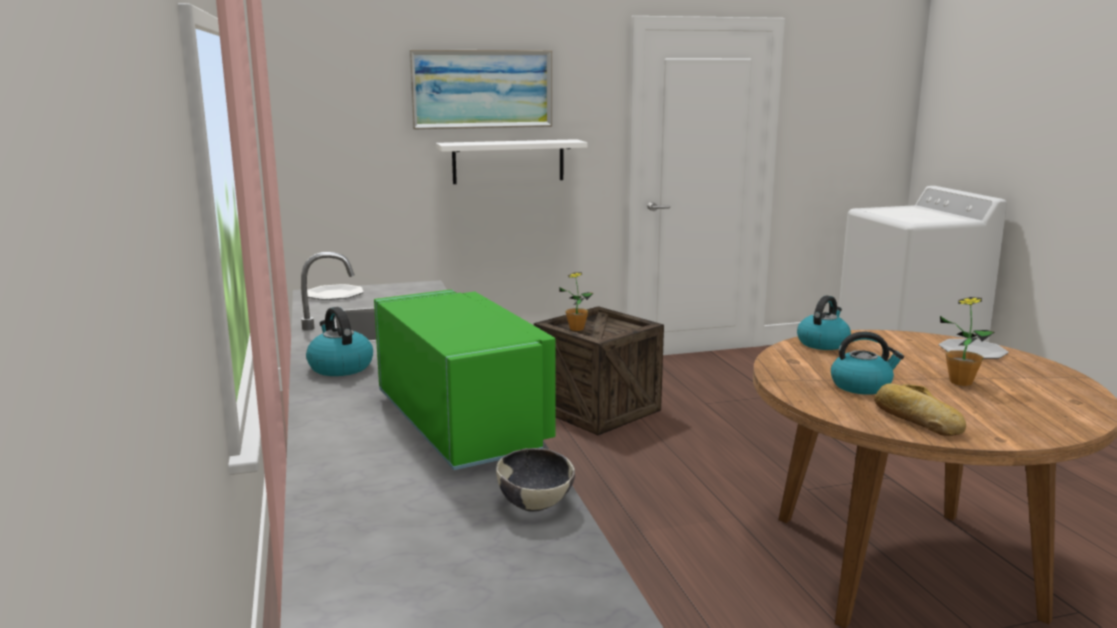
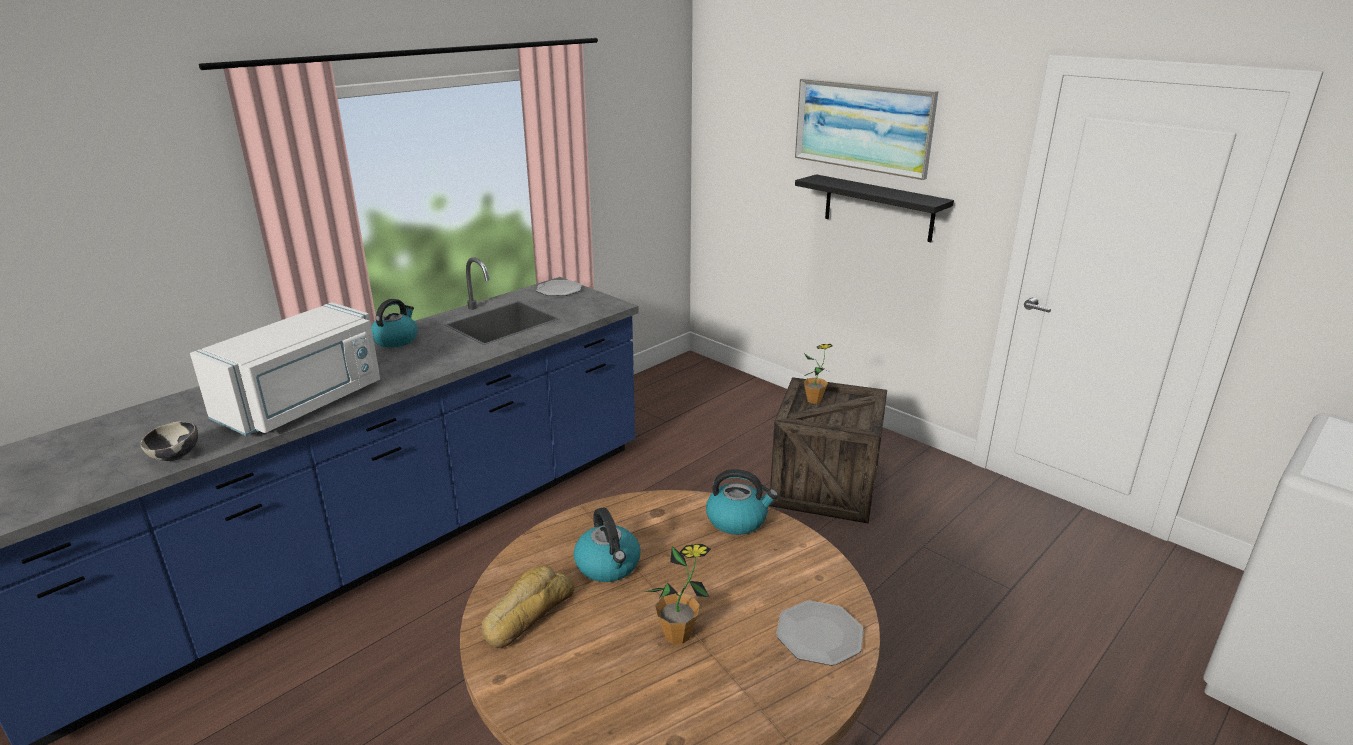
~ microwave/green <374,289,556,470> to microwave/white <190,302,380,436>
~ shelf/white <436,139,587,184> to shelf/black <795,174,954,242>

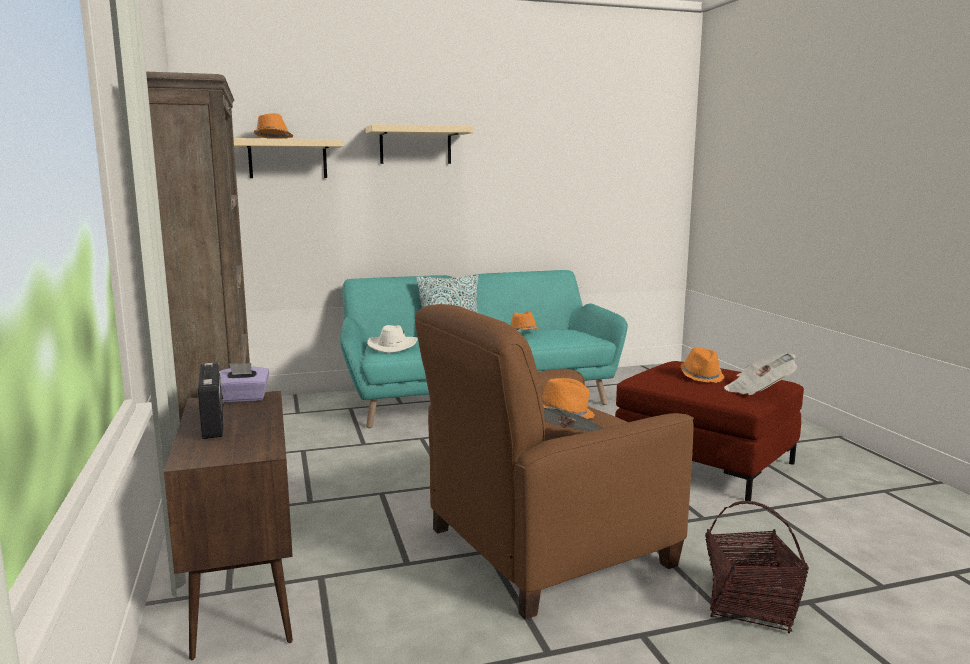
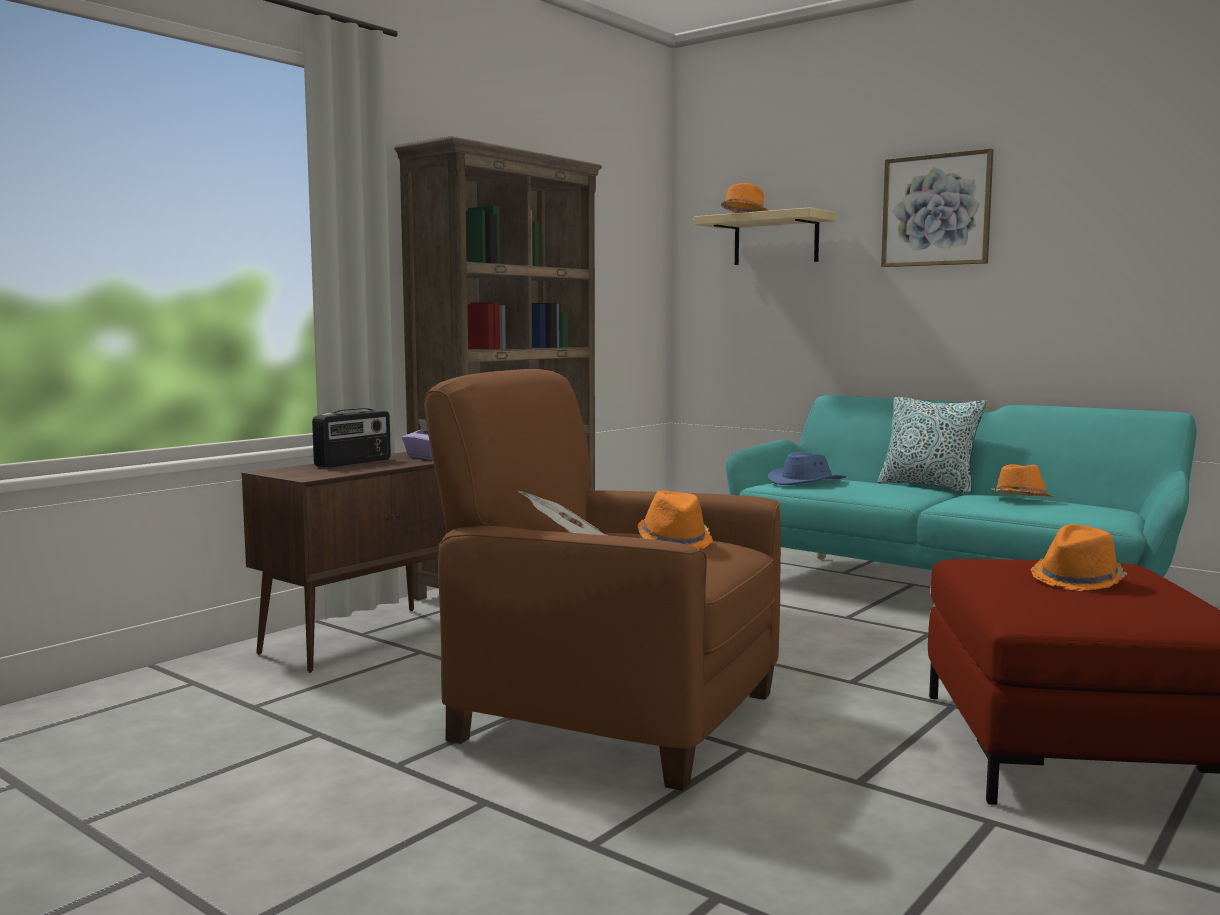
~ hat/white <367,325,418,353> to hat/blue <768,452,846,485>
~ shelf/beige <366,124,474,164> to picture <881,148,993,267>
- basket <705,501,809,633>
- newspaper <724,353,797,395>

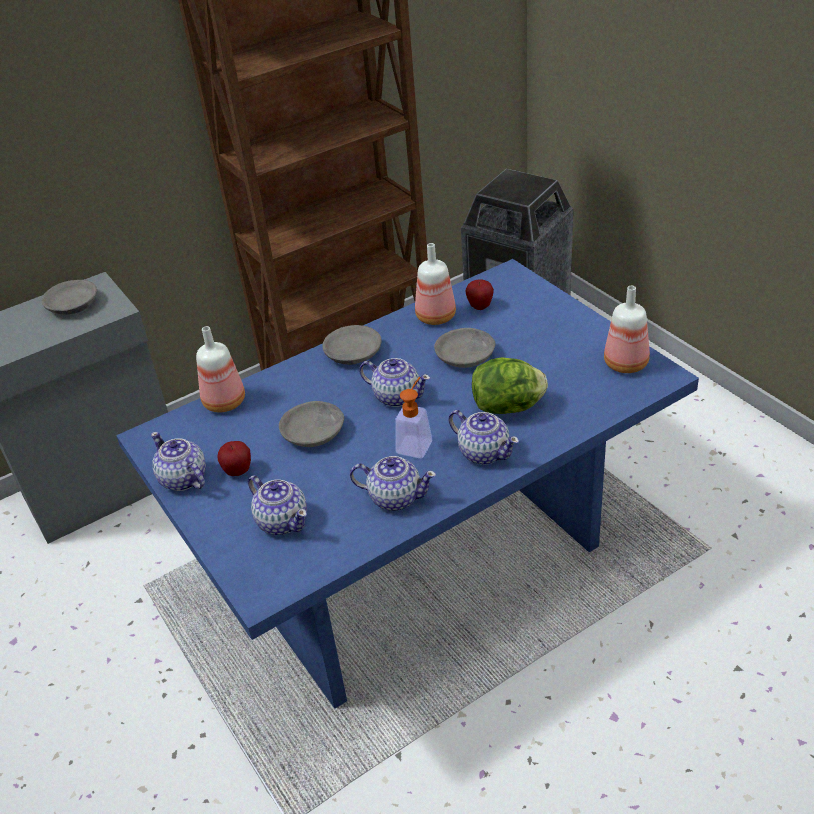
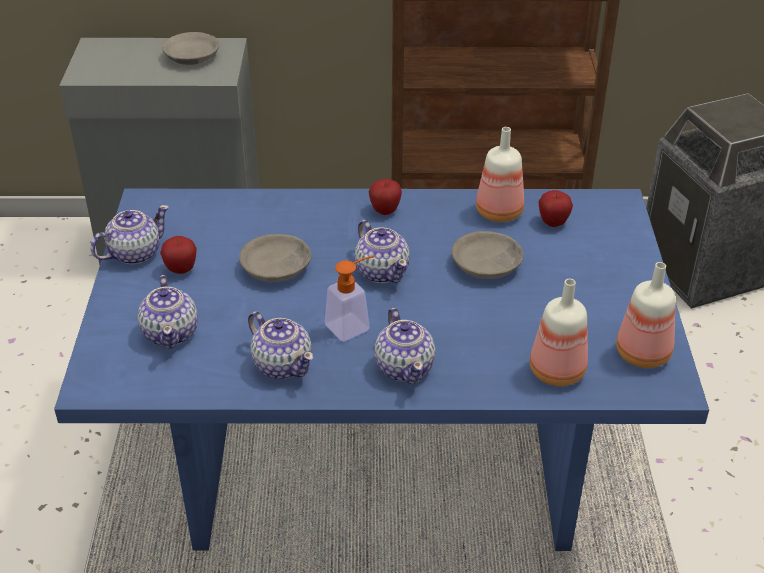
~ teapot <151,432,206,491> = <91,205,169,265> 60 degrees clockwise
~ bowl/grey <322,325,381,365> to apple <368,179,402,215>
~ bottle <196,326,245,412> to <530,279,588,386>
- lettuce <472,357,548,414>

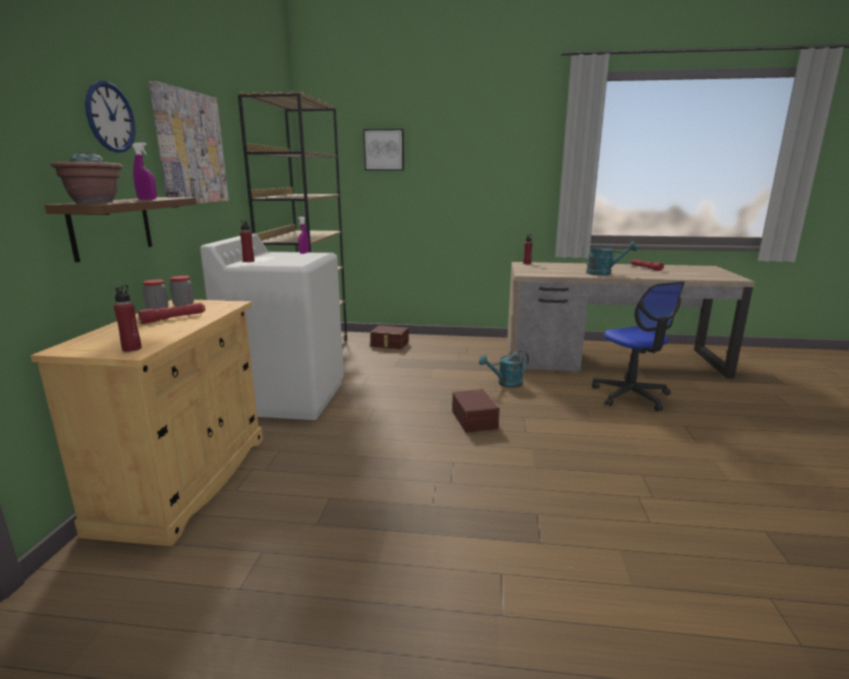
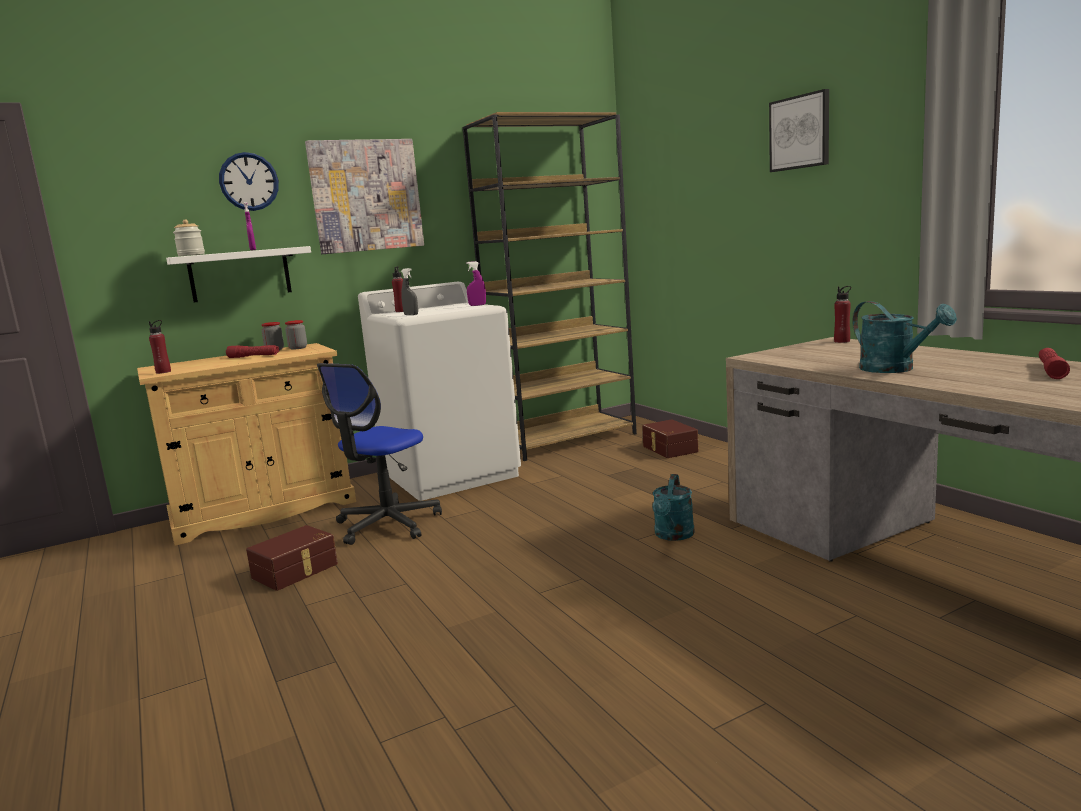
~ shelf/brown <45,197,197,263> to shelf/white <166,246,311,302>
~ potted plant <50,151,123,203> to jar <173,219,205,256>
~ storage box/brown <452,389,500,433> to <246,525,338,591>
~ office chair <592,281,685,411> to <317,363,442,545>
+ spray bottle/grey <401,268,418,315>
~ watering can/turquoise <479,351,529,388> = <652,474,695,541> 105 degrees counterclockwise
~ picture <363,129,404,170> to <769,89,829,172>

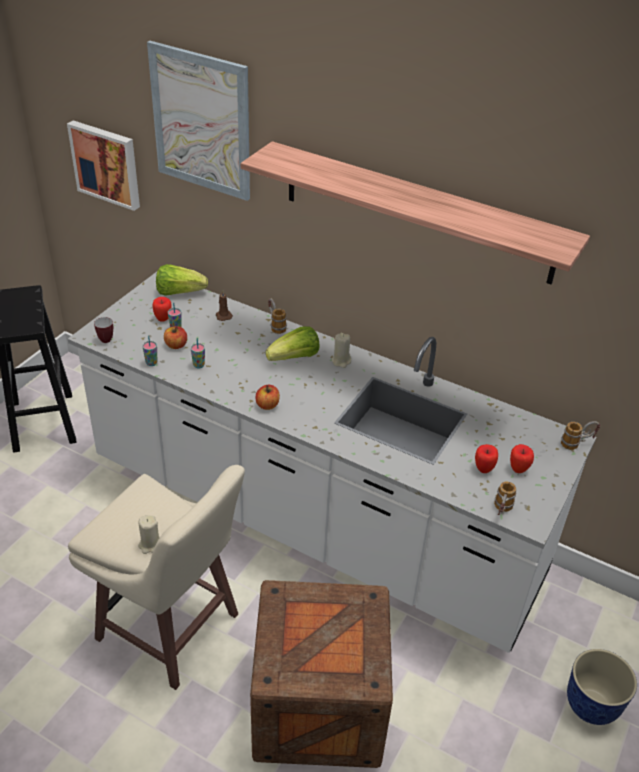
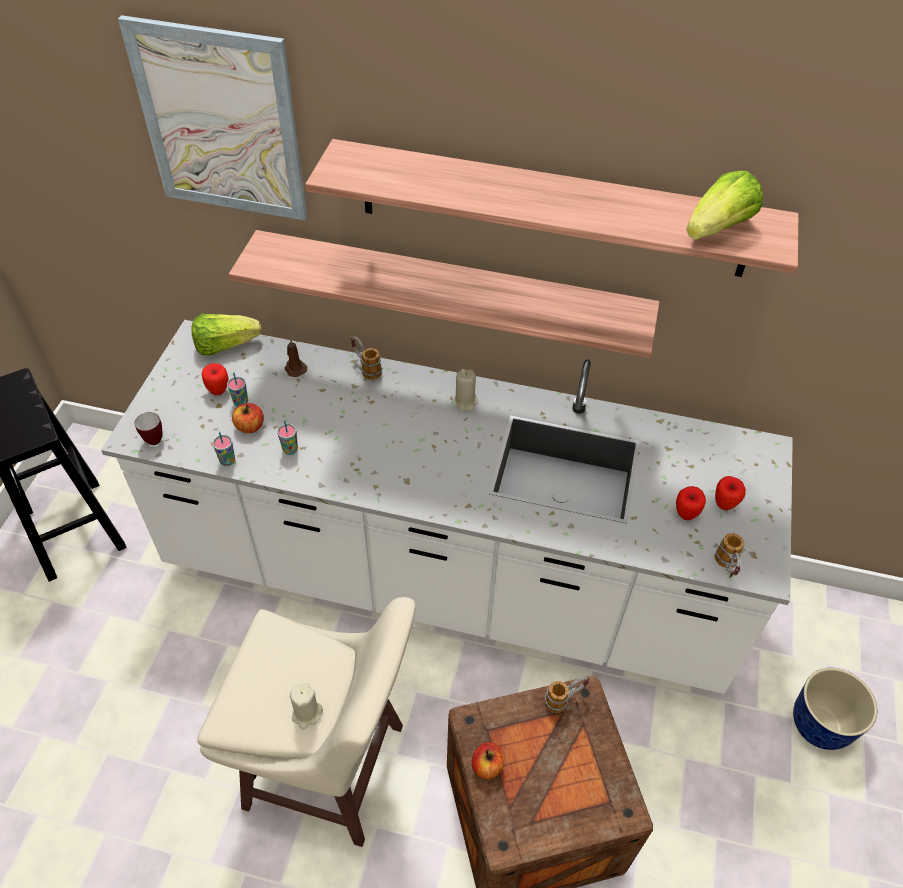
+ shelf <229,230,660,358>
~ apple <256,385,280,410> to <472,742,504,779>
~ mug <561,421,600,450> to <545,677,590,713>
~ lettuce <266,327,320,361> to <686,171,763,240>
- picture <67,120,140,211>

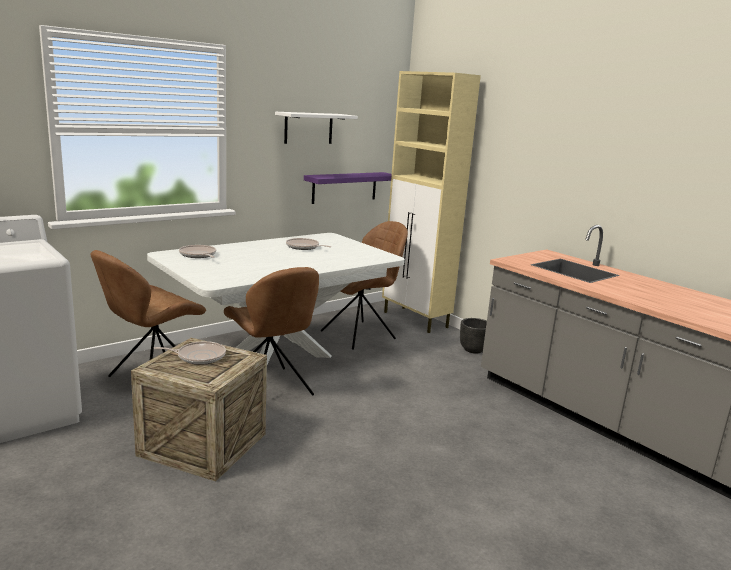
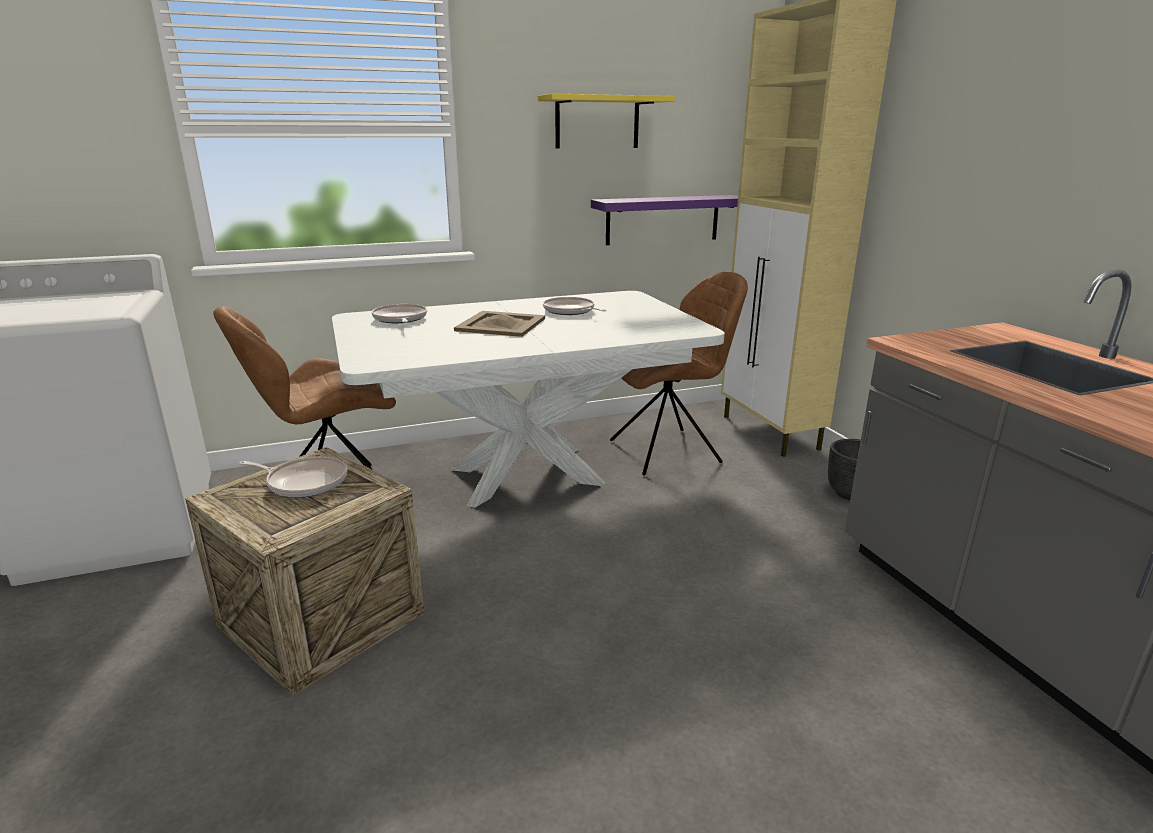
+ tray/beige <454,311,545,337>
~ shelf/white <275,112,358,144> to shelf/yellow <538,94,675,149>
- chair/brown <224,267,319,395>

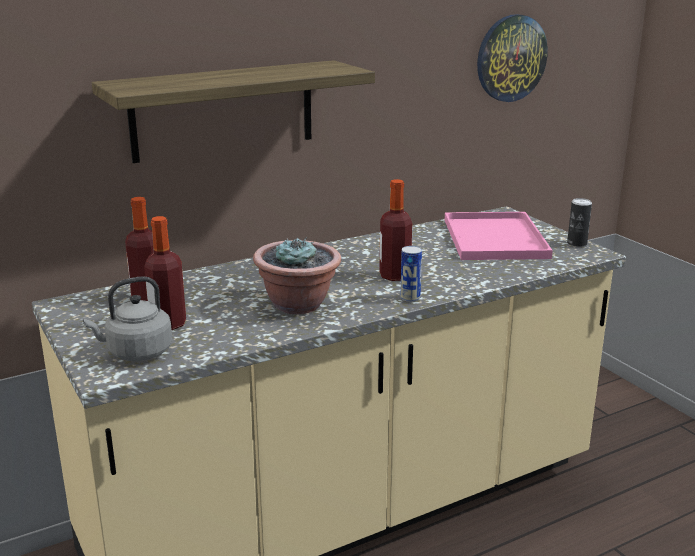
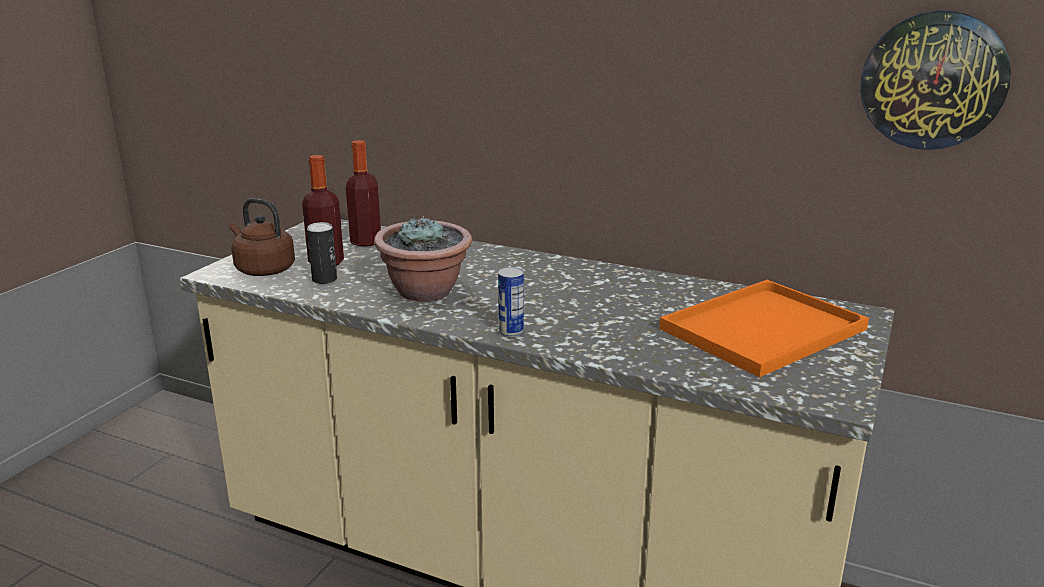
~ kettle/grey <83,276,172,361> to kettle/brown <229,198,295,276>
~ can <567,198,592,247> to <307,222,337,284>
~ tray/pink <445,212,553,260> to tray/orange <659,280,869,377>
- shelf <92,60,375,163>
- bottle <379,179,412,281>

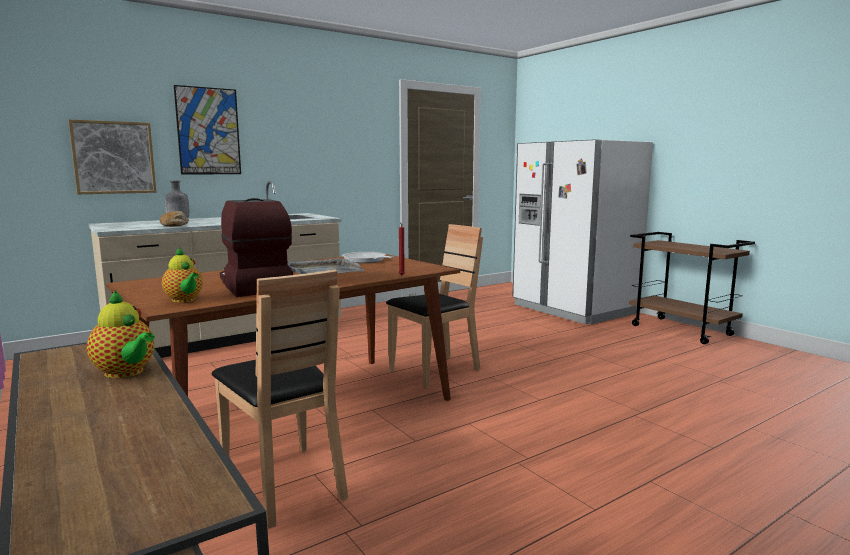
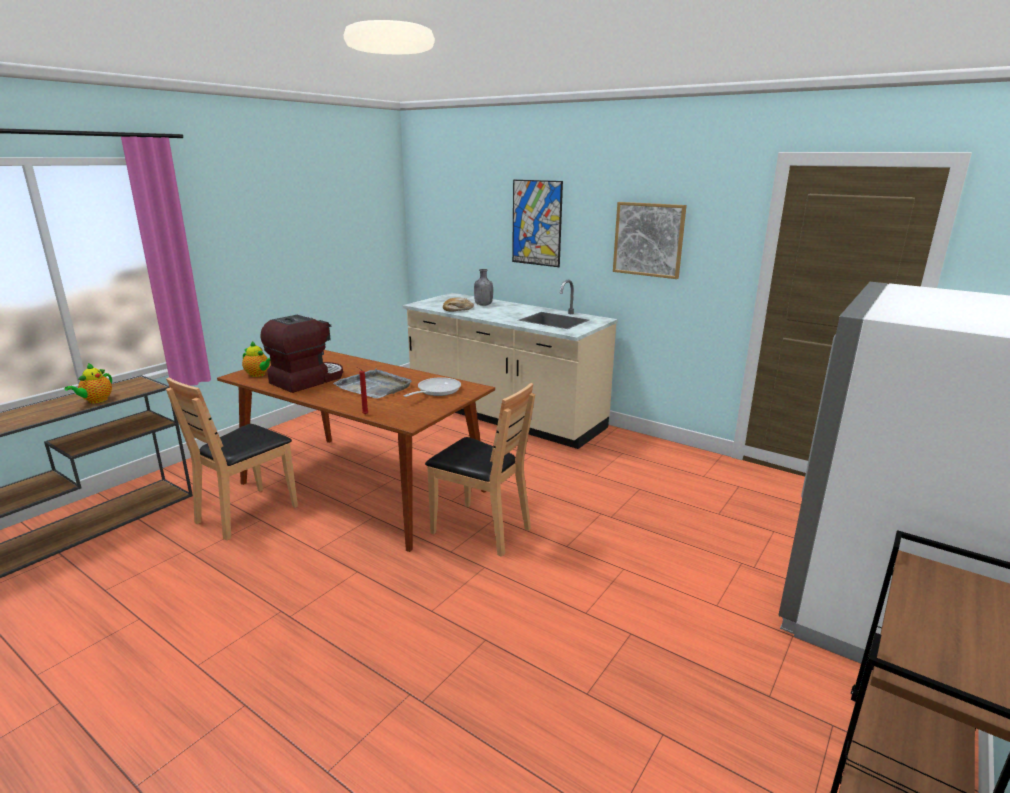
~ teapot <162,247,203,303> = <242,341,270,377> 90 degrees counterclockwise
~ picture <68,119,156,194> to <613,202,687,279>

